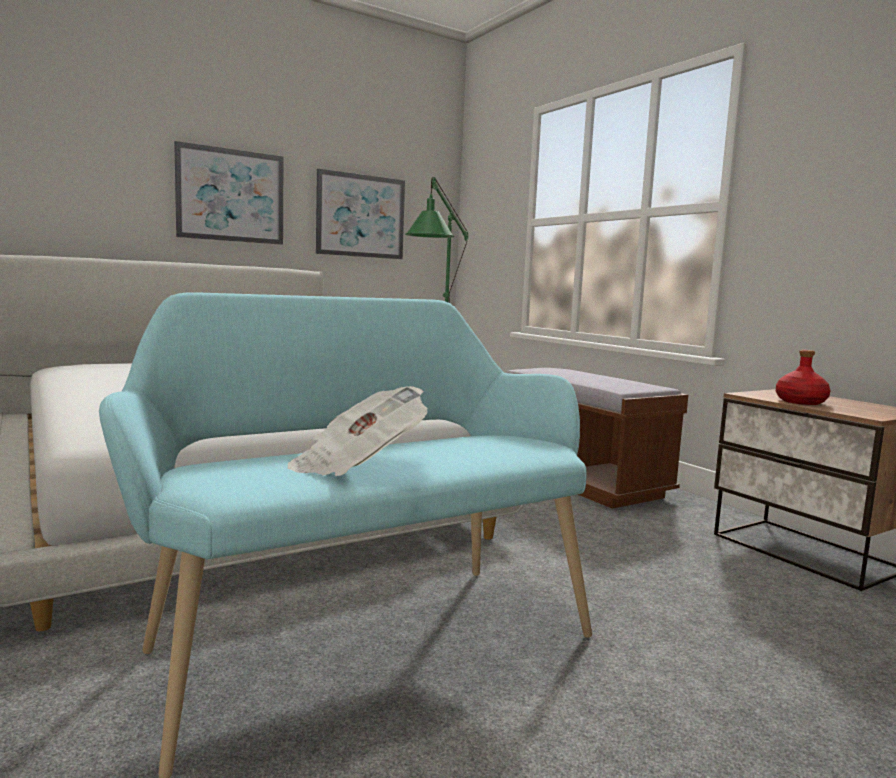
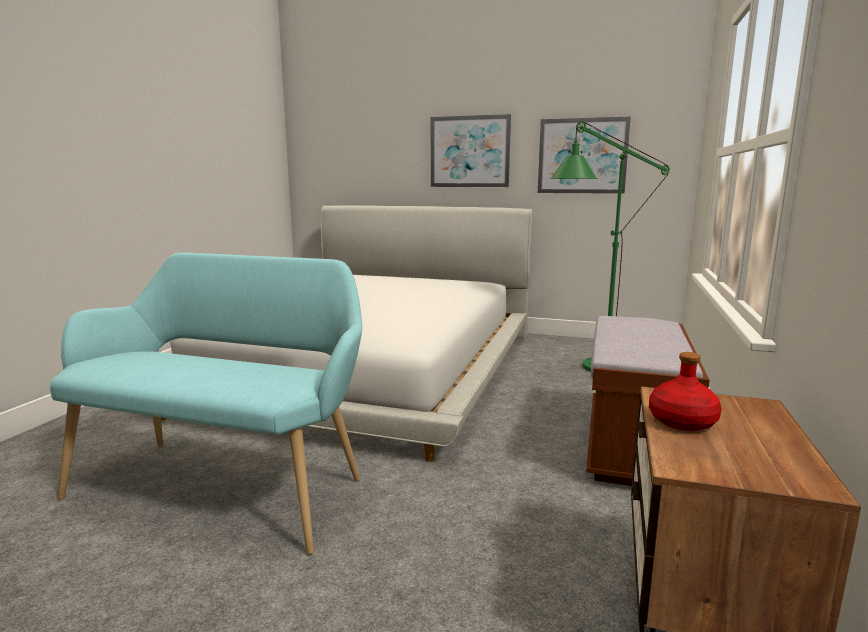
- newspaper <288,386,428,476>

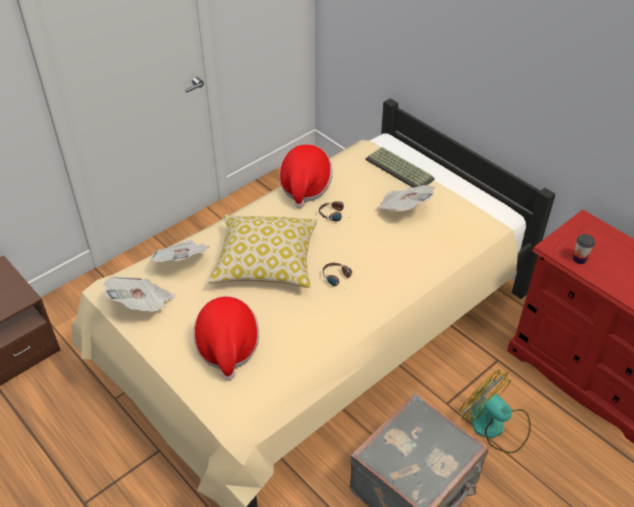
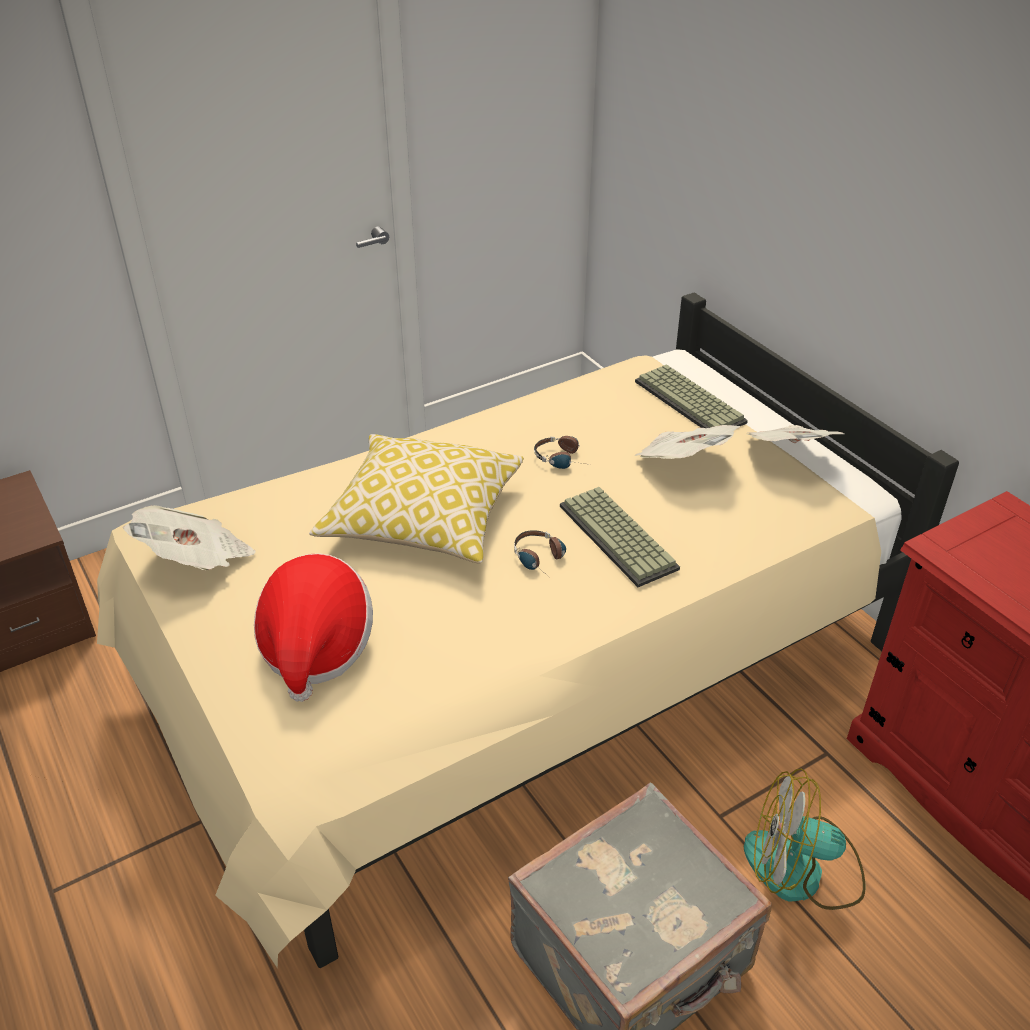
+ keyboard <560,487,680,587>
~ fan <459,369,531,453> = <744,768,865,910> 45 degrees counterclockwise
~ newspaper <150,240,209,263> to <746,425,844,443>
- hat <279,144,333,208>
- cup <573,234,595,264>

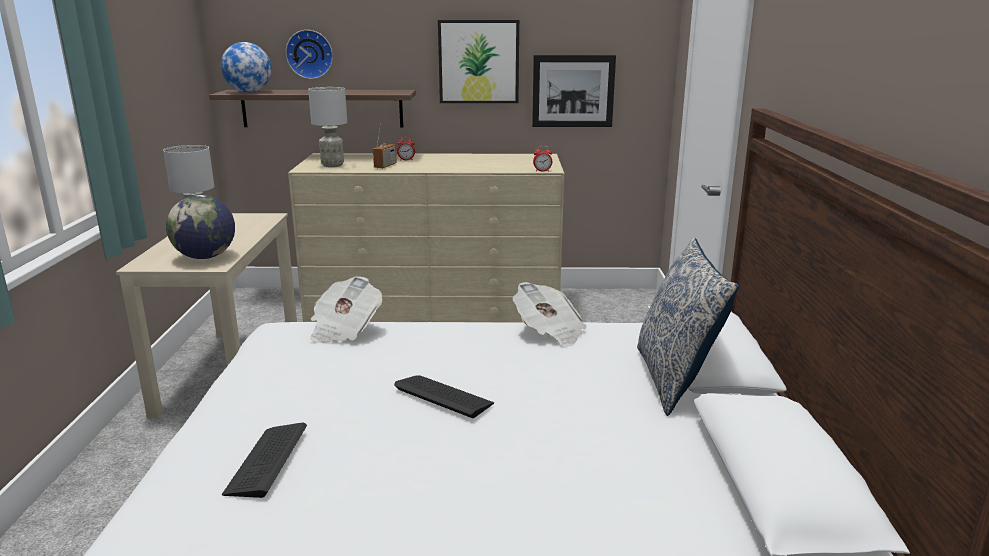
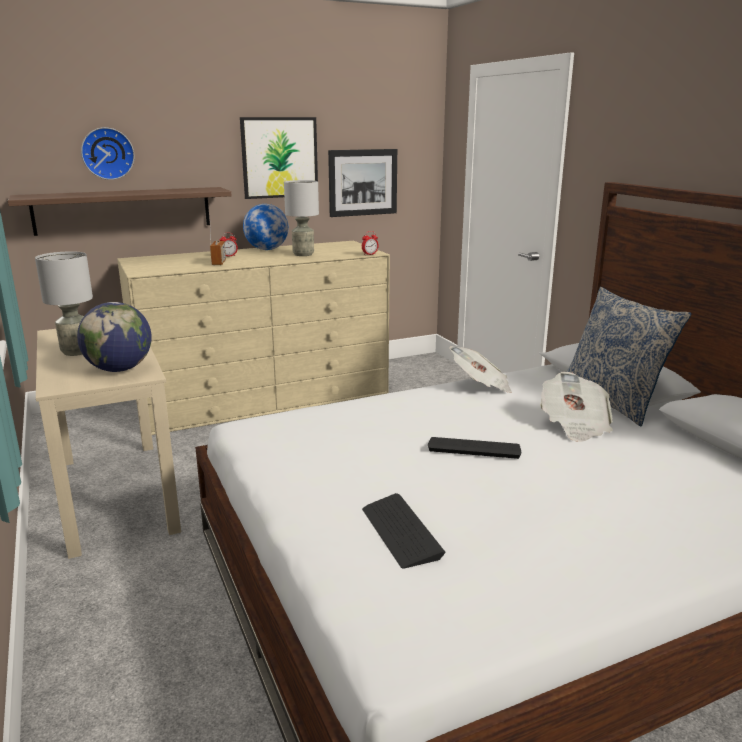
~ globe <221,42,272,92> to <243,204,289,250>
~ table lamp/grey <308,87,347,167> to <284,180,319,256>
~ newspaper <310,276,383,343> to <540,372,613,442>

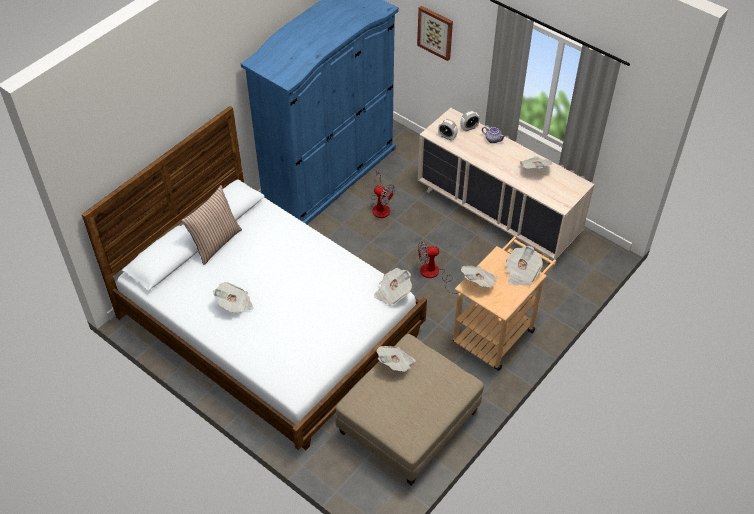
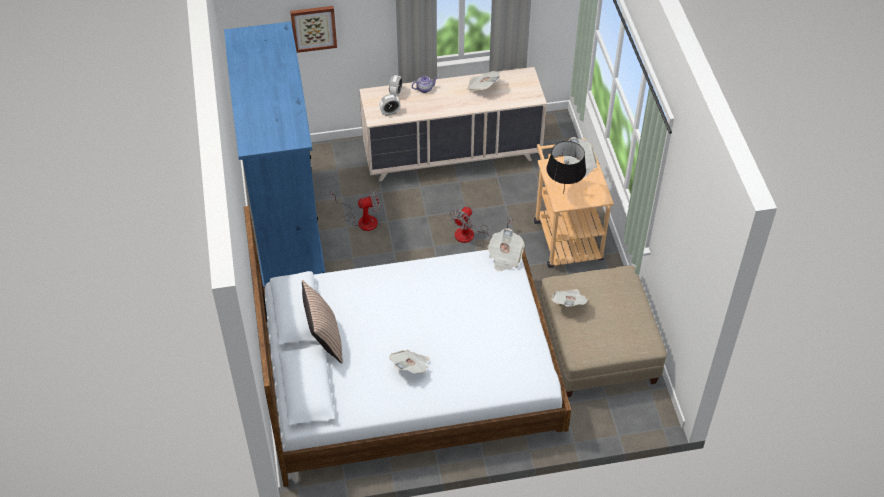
~ newspaper <461,266,498,288> to table lamp/black <546,141,586,194>

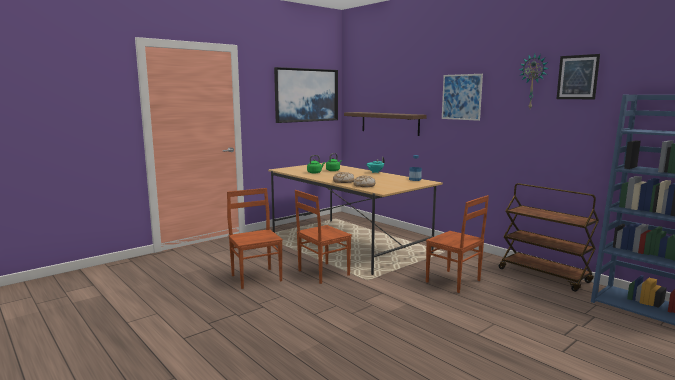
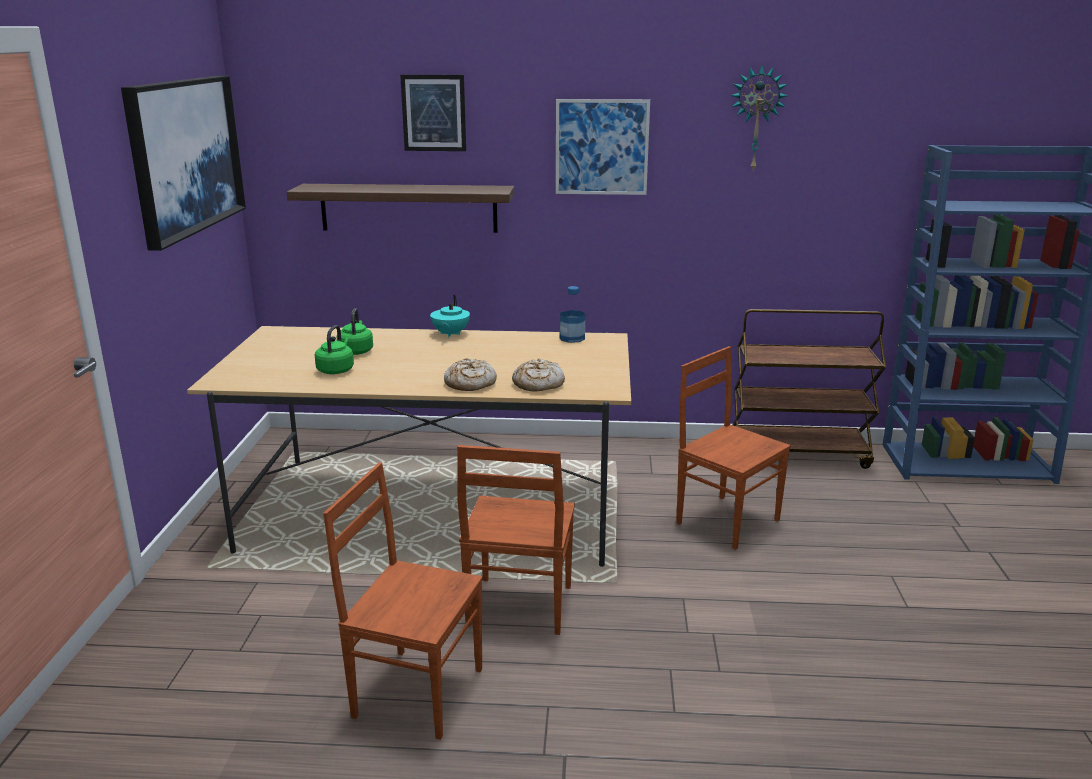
~ picture <556,54,600,99> to <400,75,466,151>
~ chair/brown <426,195,489,293> = <676,346,791,550> 135 degrees counterclockwise

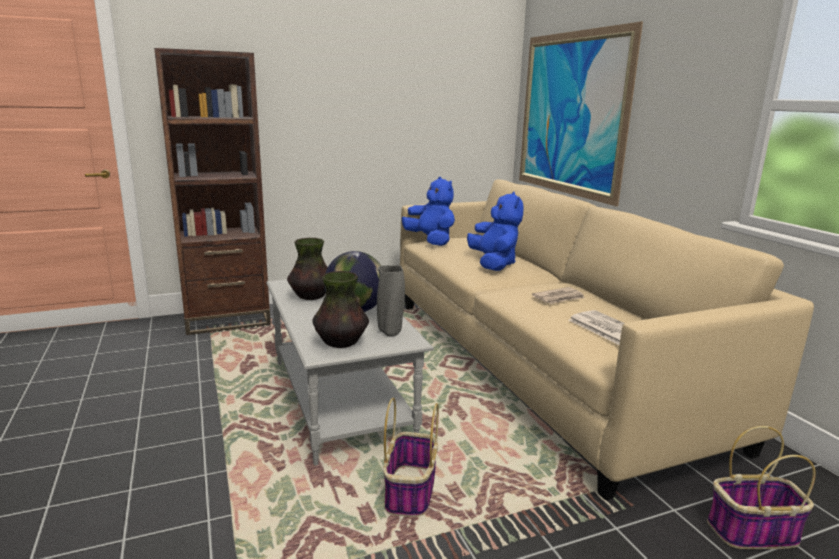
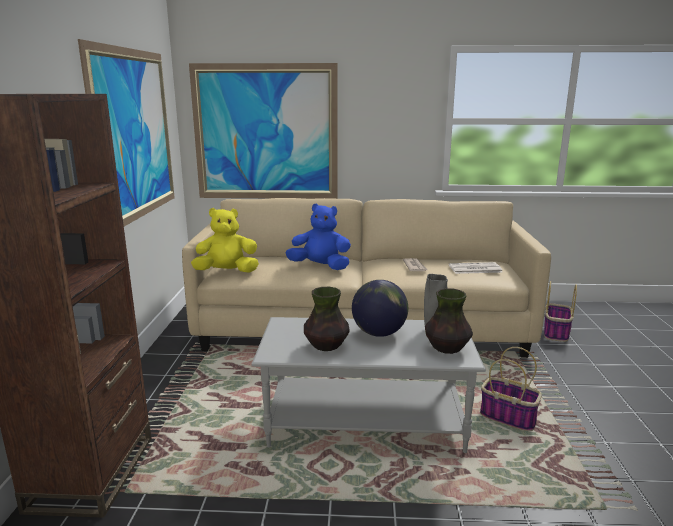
+ picture <78,39,175,226>
~ plush toy/blue <401,177,455,246> to plush toy/yellow <191,208,259,273>

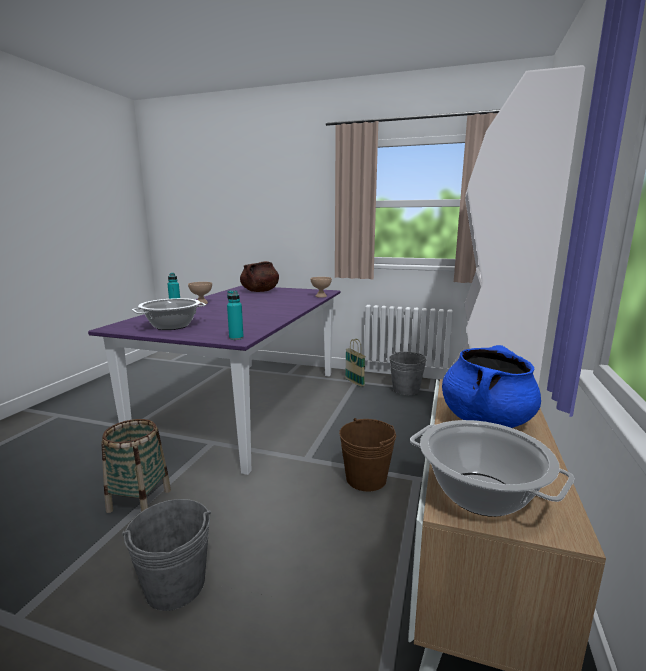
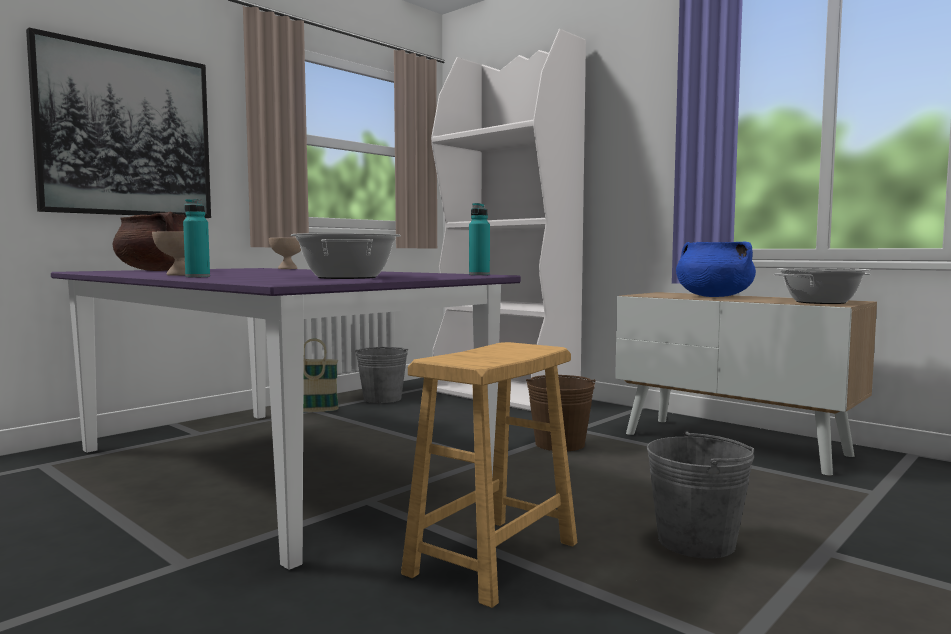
+ picture <26,28,211,218>
~ basket <101,419,171,513> to stool/brown <401,342,578,608>

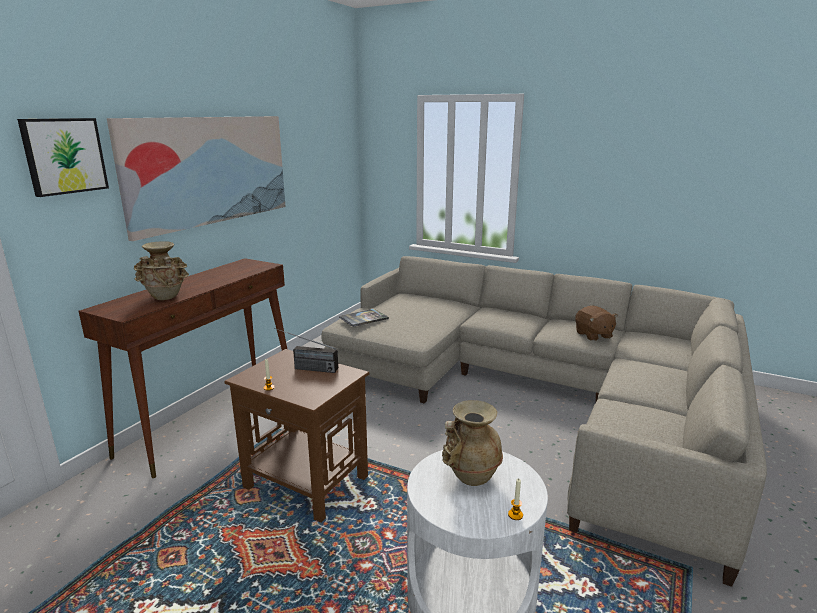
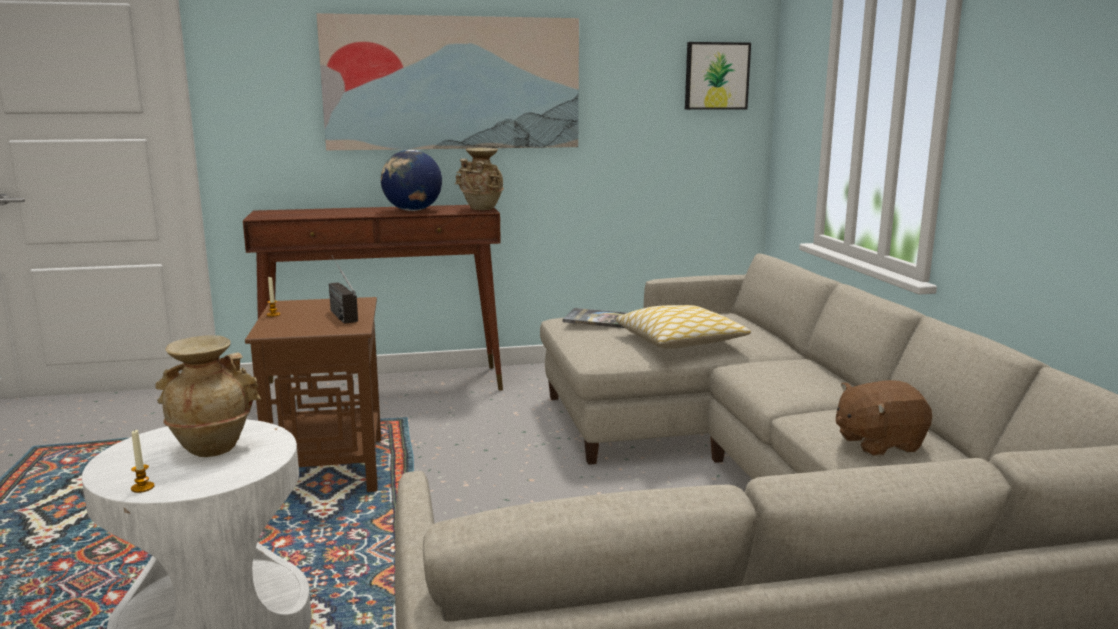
+ globe <381,150,442,211>
~ vase/beige <134,241,189,300> to <455,148,504,210>
+ pillow <616,305,751,349>
~ picture <17,118,109,197> to <685,42,751,110>
~ plush toy/brown <575,305,618,341> = <836,380,932,456> 45 degrees clockwise

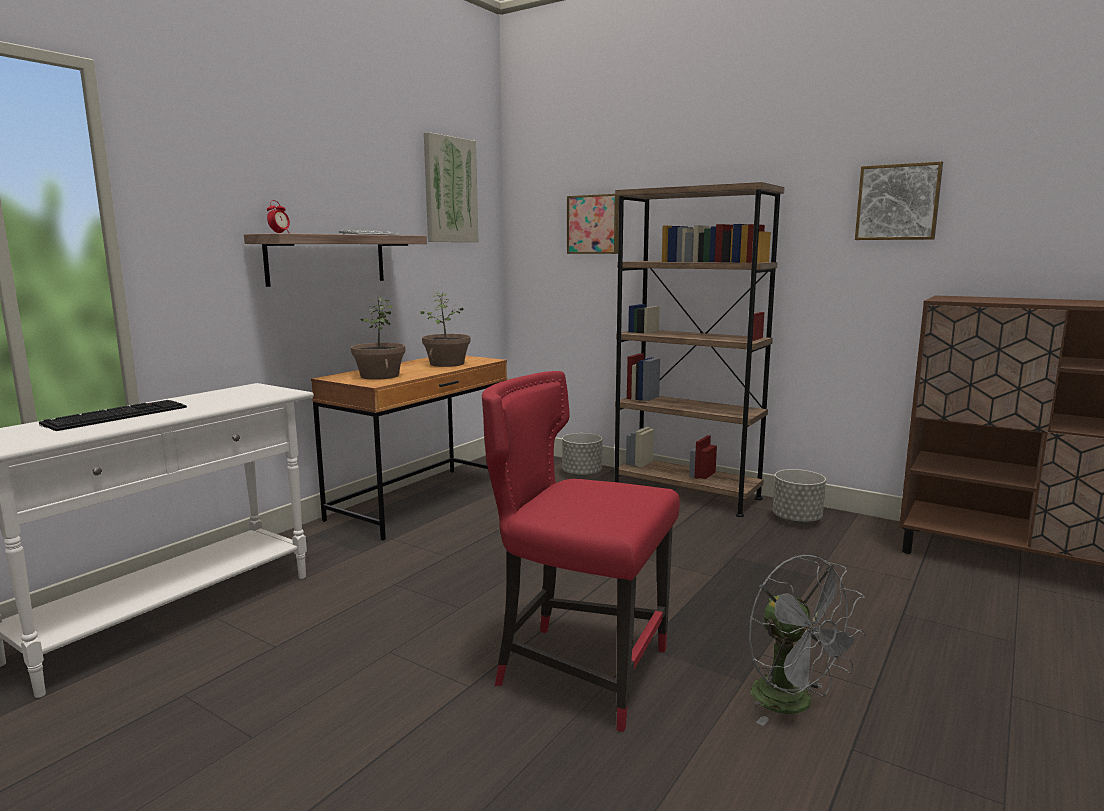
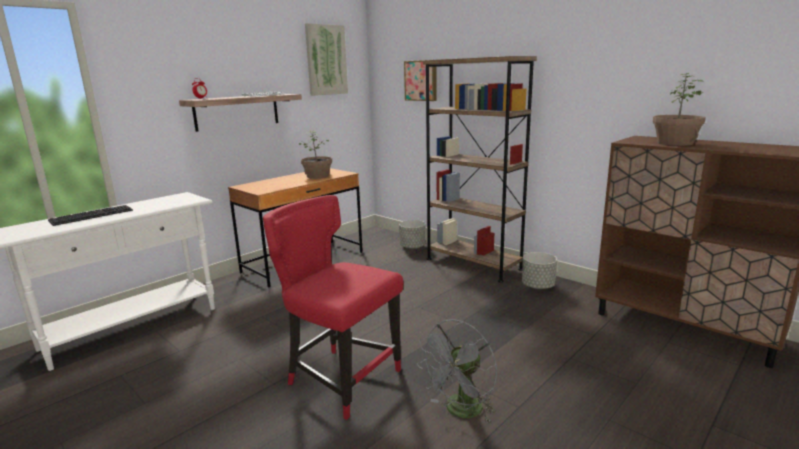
~ fan/grey <749,555,866,726> = <417,319,497,423> 60 degrees clockwise
~ potted plant <351,297,405,380> to <653,73,706,146>
- picture <855,161,943,240>

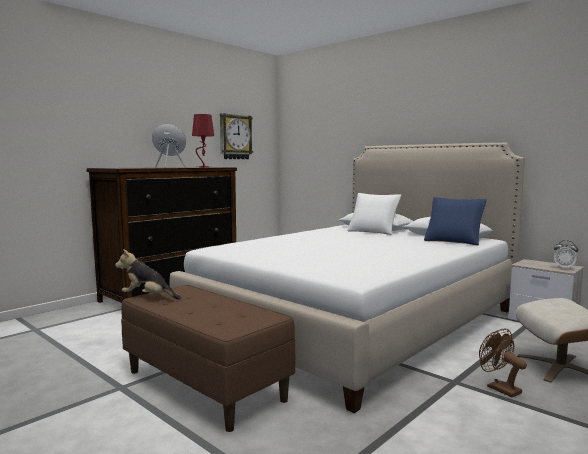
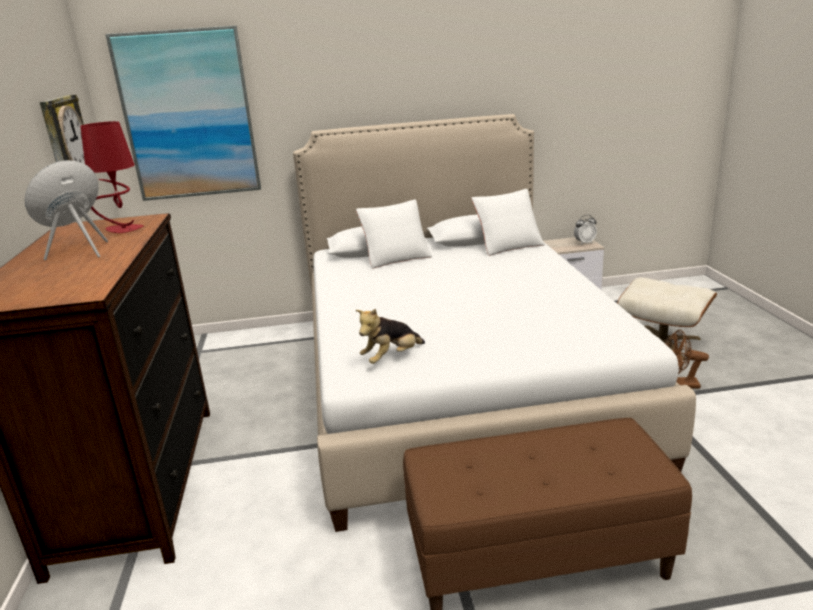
+ picture <105,25,261,201>
~ plush toy <115,249,181,300> to <356,309,425,364>
~ pillow/blue <424,197,487,246> to pillow/white <472,189,545,256>

